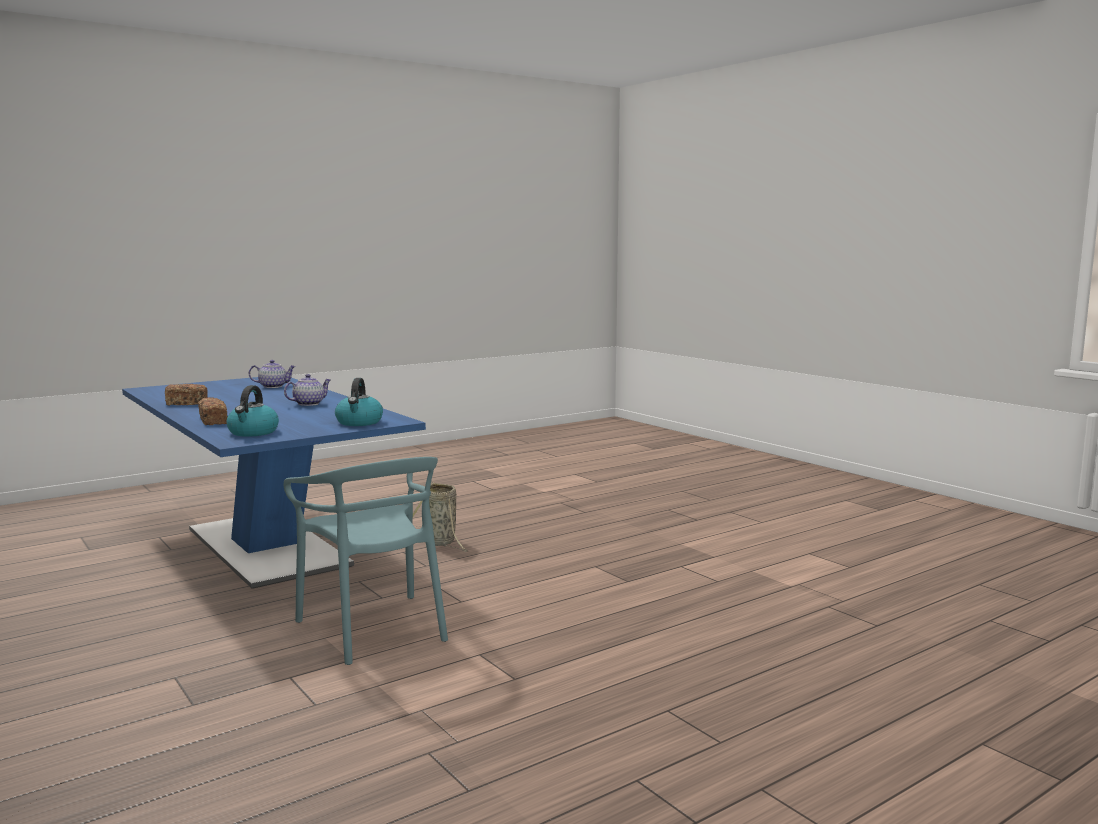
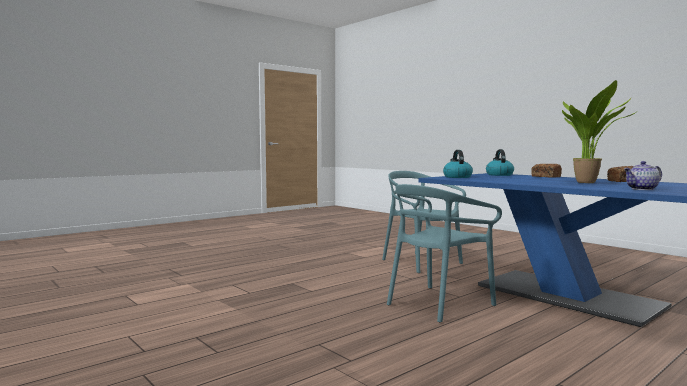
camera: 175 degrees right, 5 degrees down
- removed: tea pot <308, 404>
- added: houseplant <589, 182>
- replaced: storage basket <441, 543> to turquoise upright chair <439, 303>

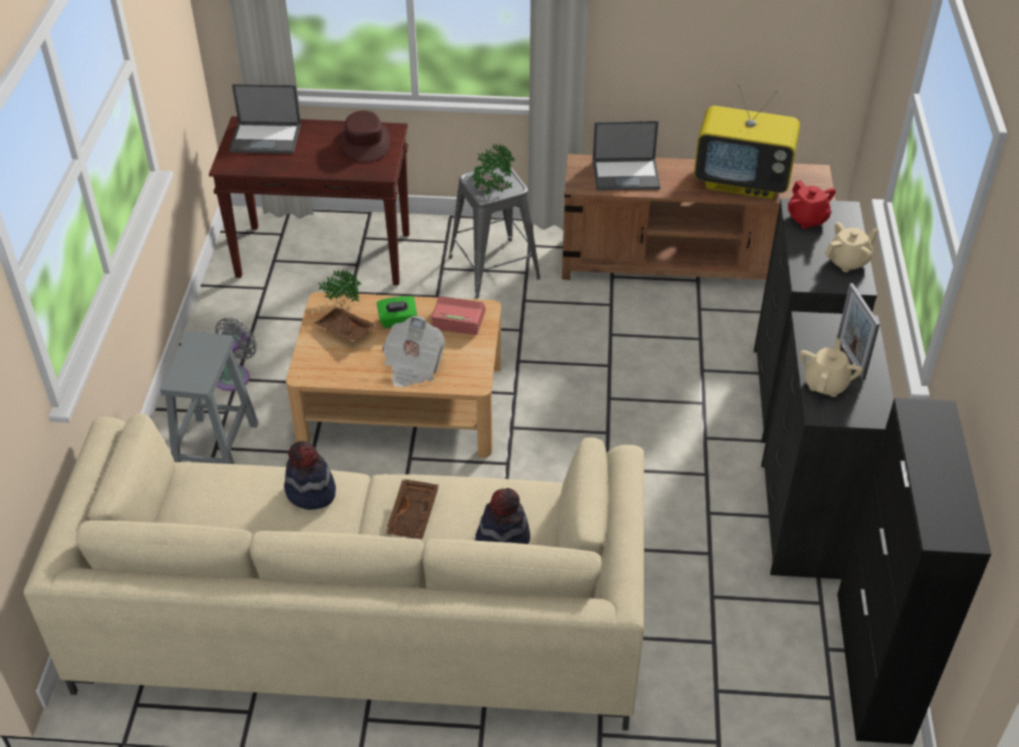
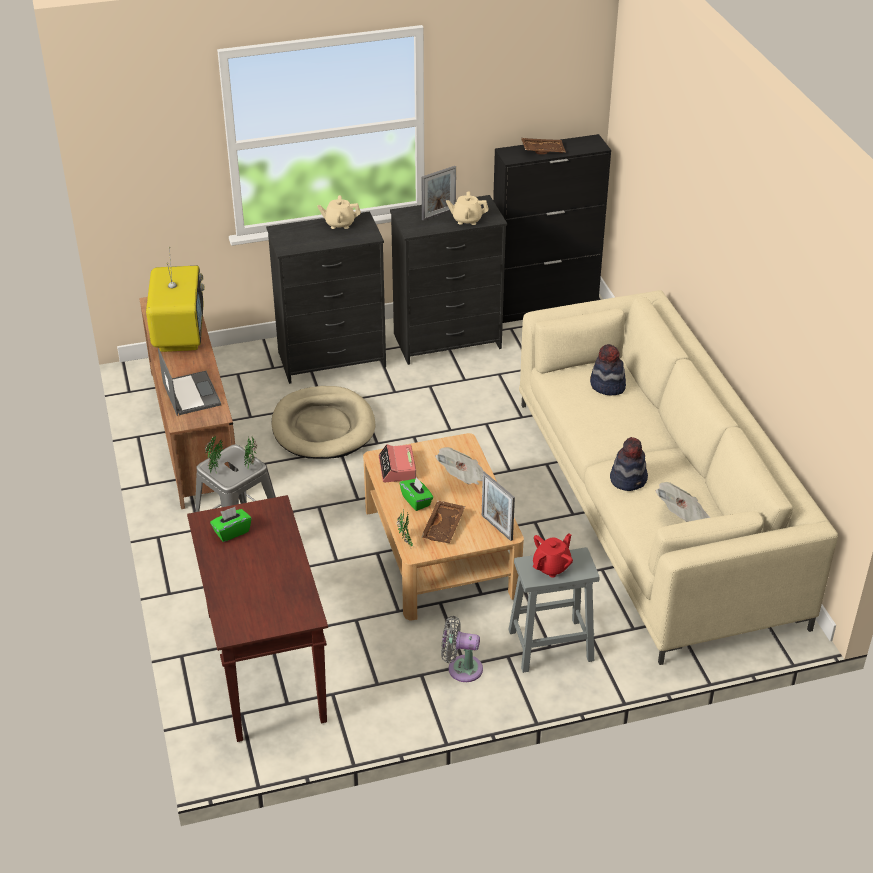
camera: 110 degrees left, 5 degrees down
- removed: portable computer <266, 138>
- added: sand-coloured dog cushion <323, 427>
- added: standing frame <497, 527>
- added: newspaper <682, 515>
- moved: brownish carrying tray <414, 515> to <542, 150>
- moved: red tea pot <807, 219> to <552, 566>
- replaced: brownish clothing hat <364, 142> to green-coloured box of tissues <231, 532>
- turned: sand-coloured tea pot <848, 261> = <339, 223> 45 degrees counterclockwise

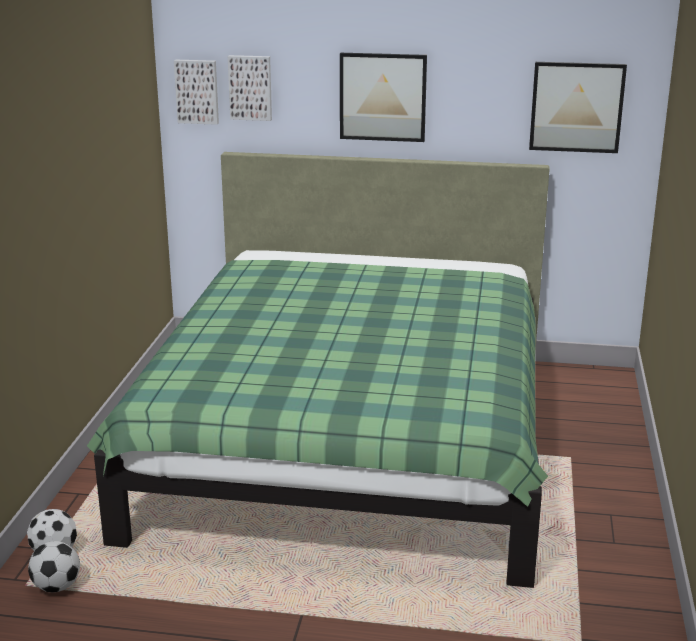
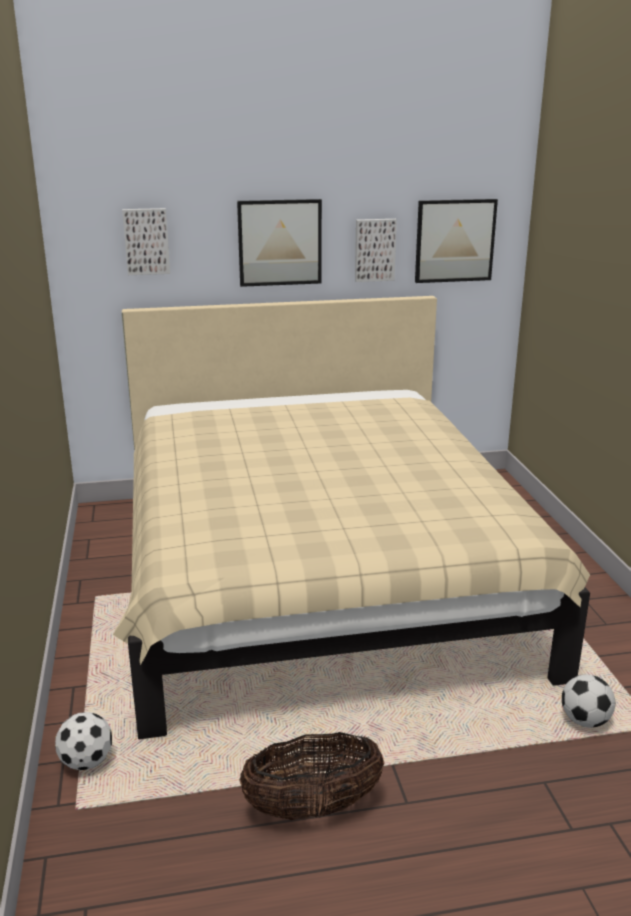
camera: 20 degrees left, 0 degrees up
- added: storage basket <312, 807>
- moved: ball for football <57, 587> to <584, 721>
- moved: picture <197, 91> to <374, 250>
- recoloured: green-coloured bed <349, 442> to sand-coloured bed <316, 577>

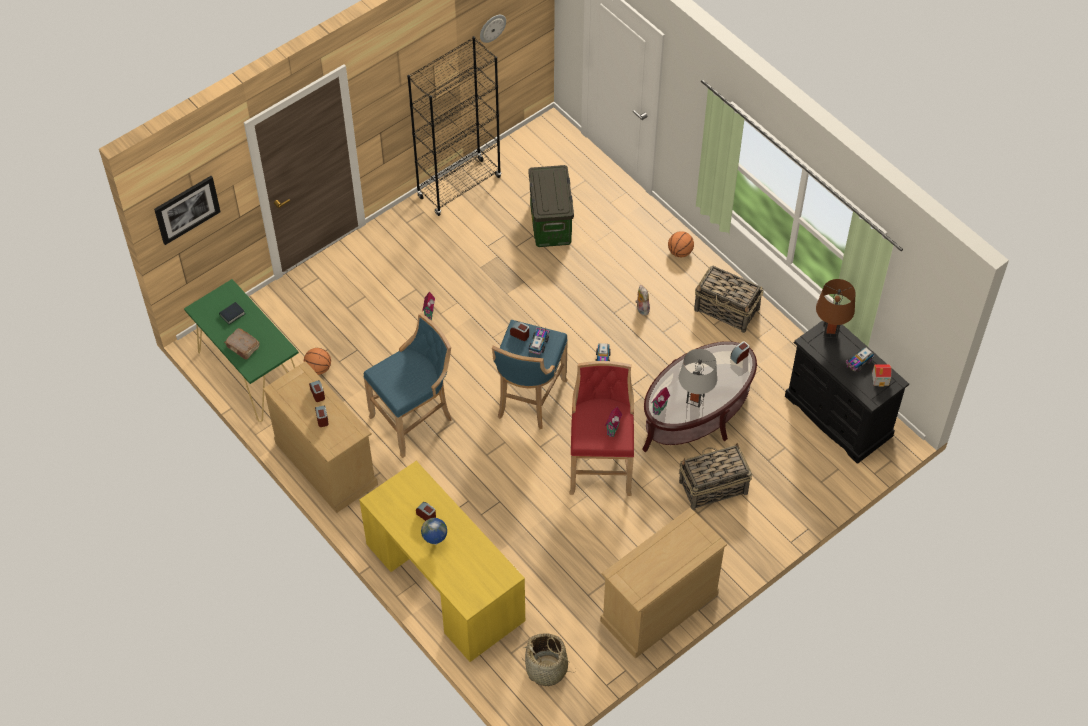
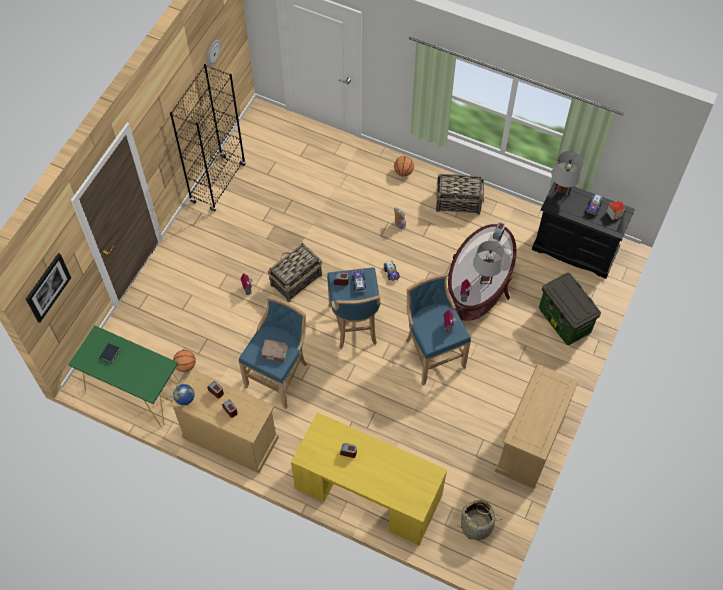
camera: 25 degrees left, 5 degrees up
- moved: brownish book <243, 347> to <275, 353>
- moved: desk globe <435, 543> to <186, 403>
- moved: storage box <551, 225> to <565, 321>
- moved: storage basket <712, 487> to <295, 280>
- recoloured: red stool seat <600, 464> to blue-coloured stool seat <432, 353>
- recoloured: brownish table lamp <830, 331> to grey table lamp <561, 192>

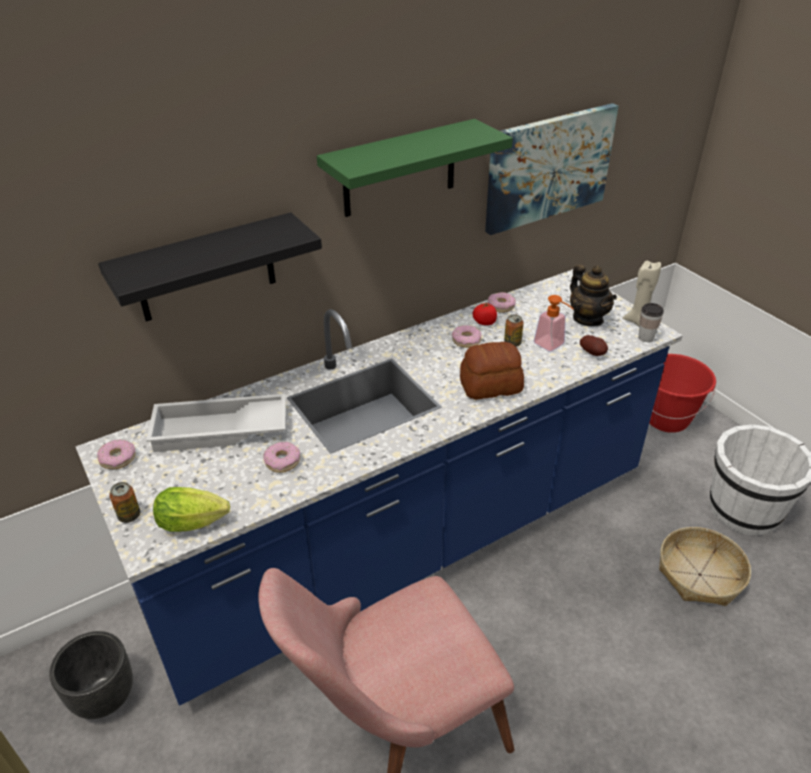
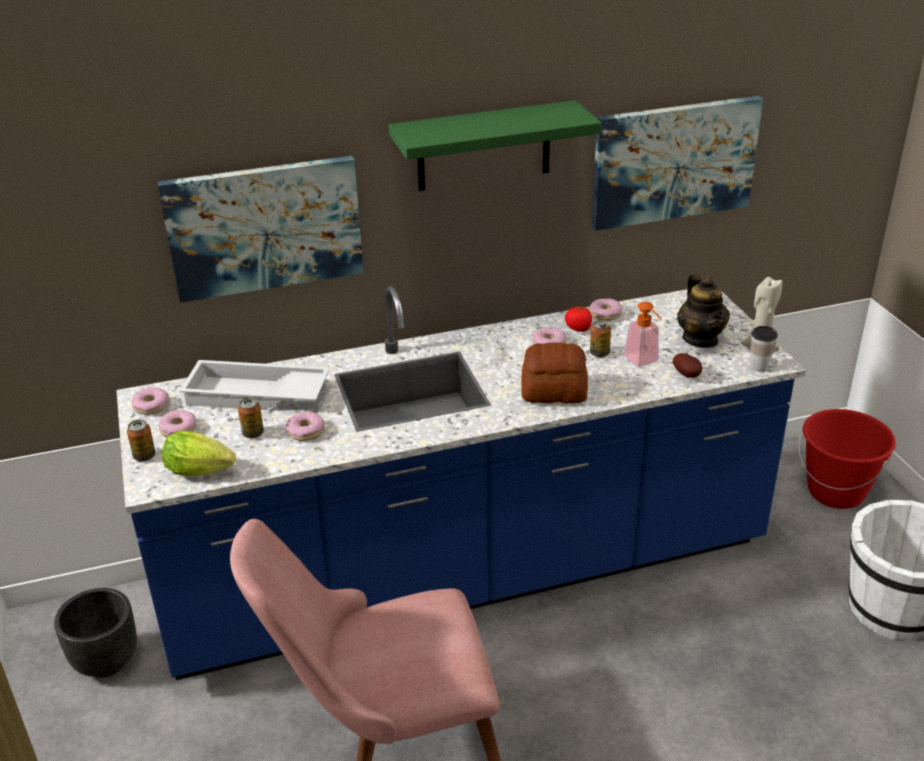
camera: 15 degrees right, 5 degrees down
- removed: storage basket <699, 574>
- added: ring doughnut <178, 429>
- added: can <253, 433>
- replaced: blackish shelf <206, 269> to picture <264, 227>

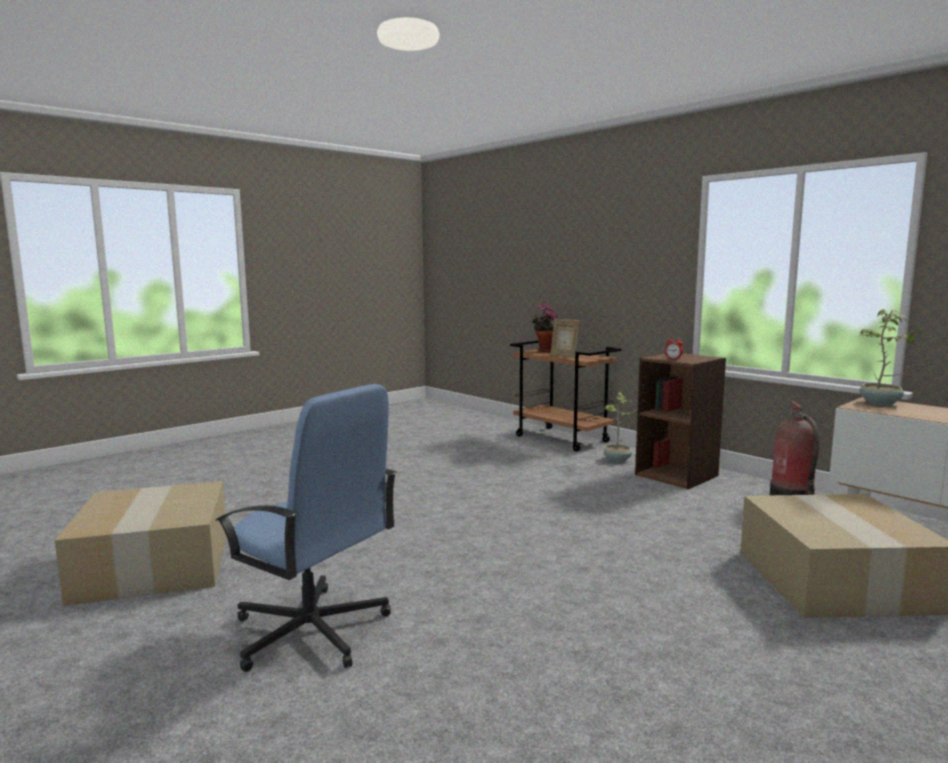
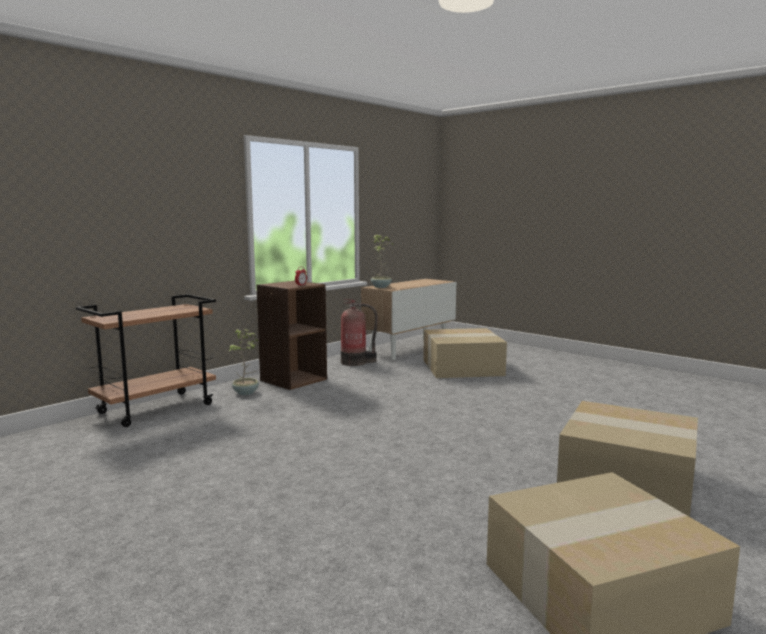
camera: 95 degrees left, 0 degrees up
- removed: houseplant <545, 351>
- removed: standing frame <564, 356>
- replaced: blue-coloured office chair <312, 632> to packing box <629, 478>

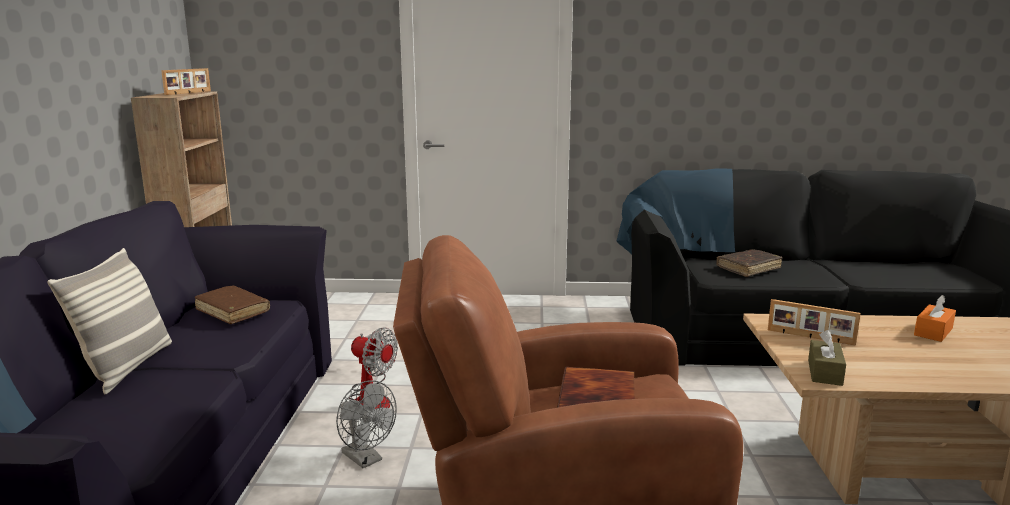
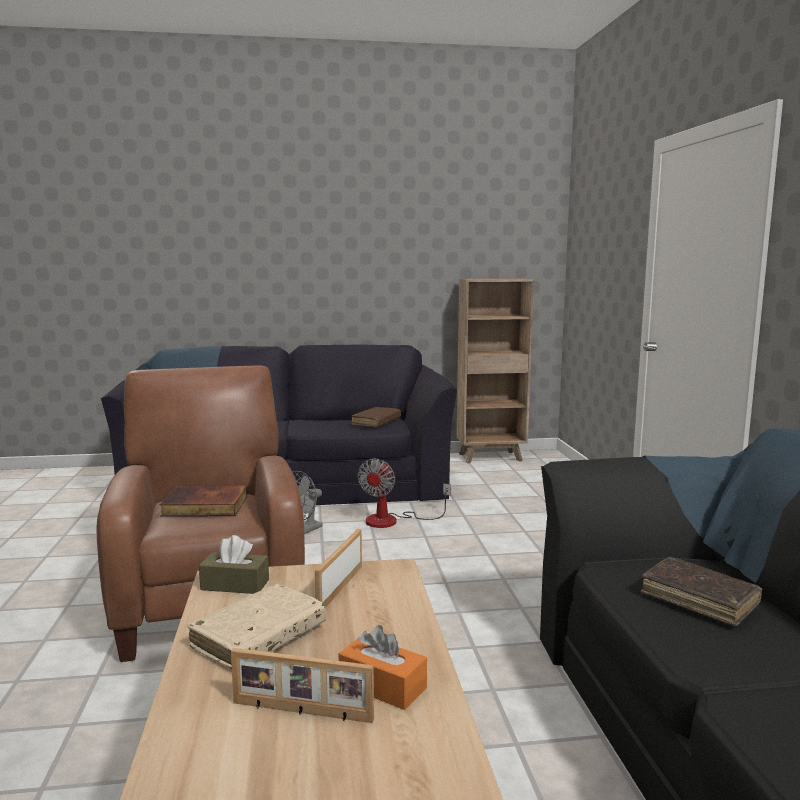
camera: 80 degrees right, 5 degrees down
- removed: throw pillow <127, 367>
- added: sand-coloured book <259, 637>
- moved: standing frame <189, 93> to <301, 712>

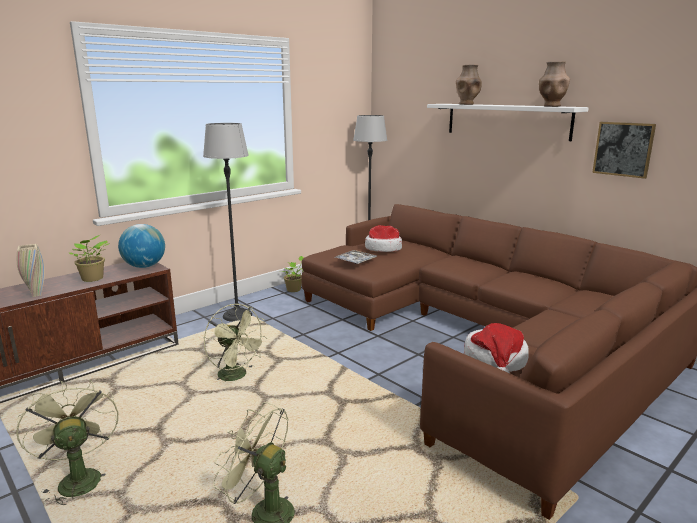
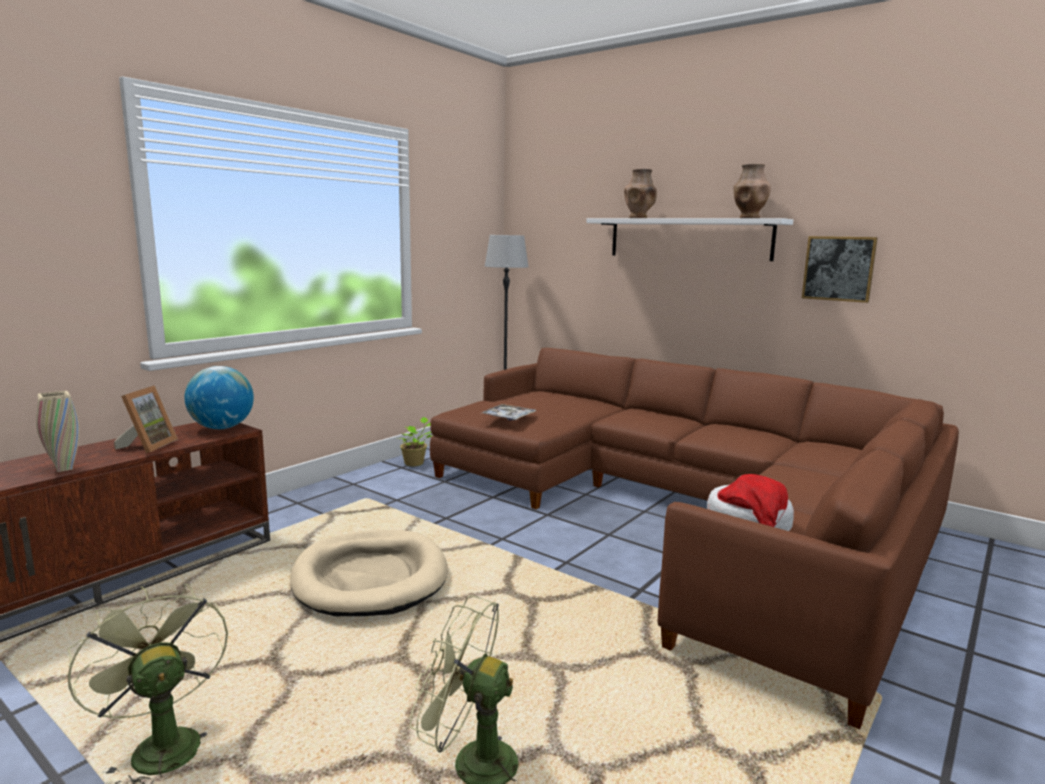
camera: 10 degrees left, 5 degrees down
- removed: standard lamp <237, 315>
- removed: clothing hat <383, 248>
- replaced: houseplant <92, 279> to standing frame <148, 446>
- replaced: green-coloured electric fan <237, 376> to sand-coloured dog cushion <370, 578>

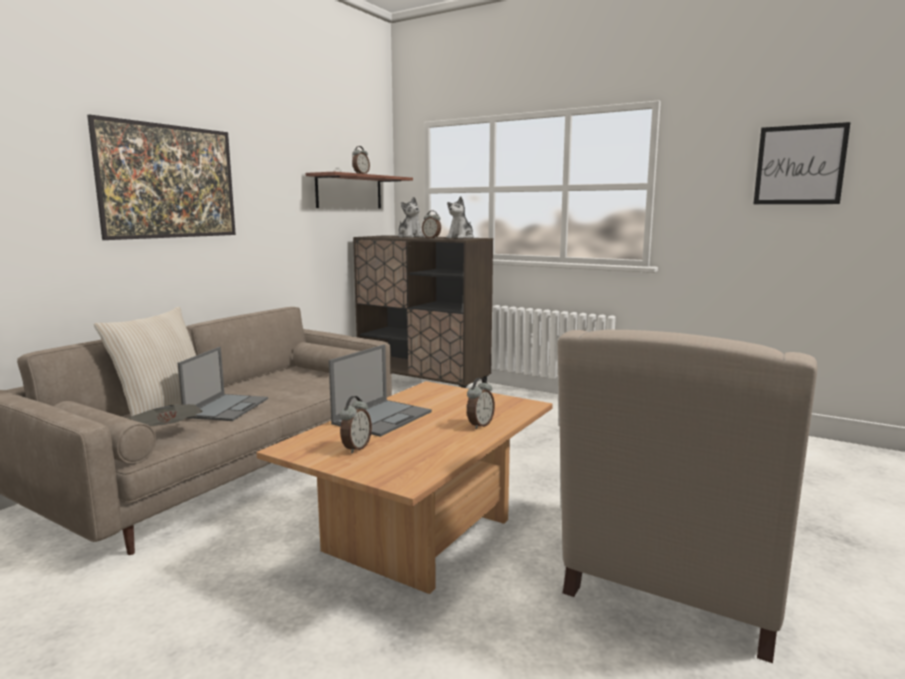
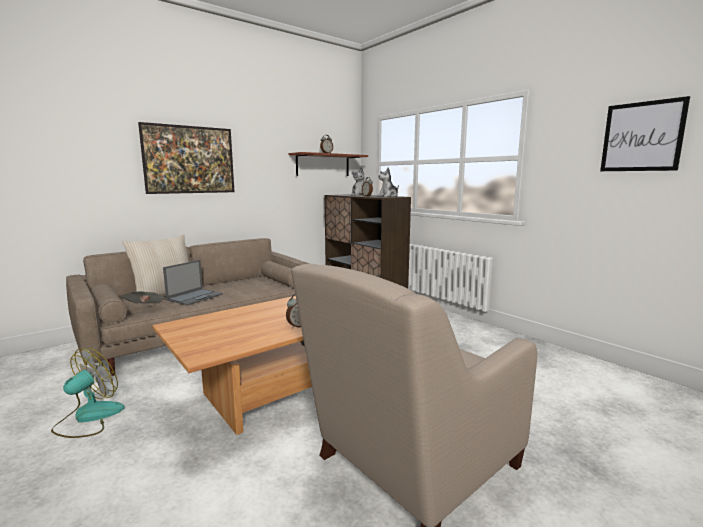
camera: 20 degrees right, 0 degrees up
- removed: portable computer <383, 417>
- removed: alarm clock <355, 448>
- added: electric fan <88, 418>

